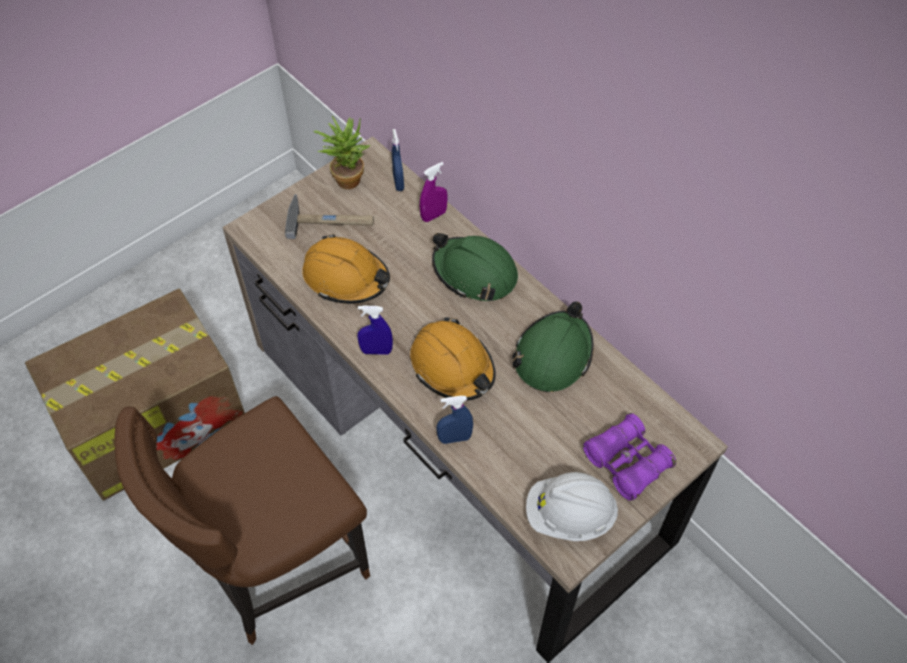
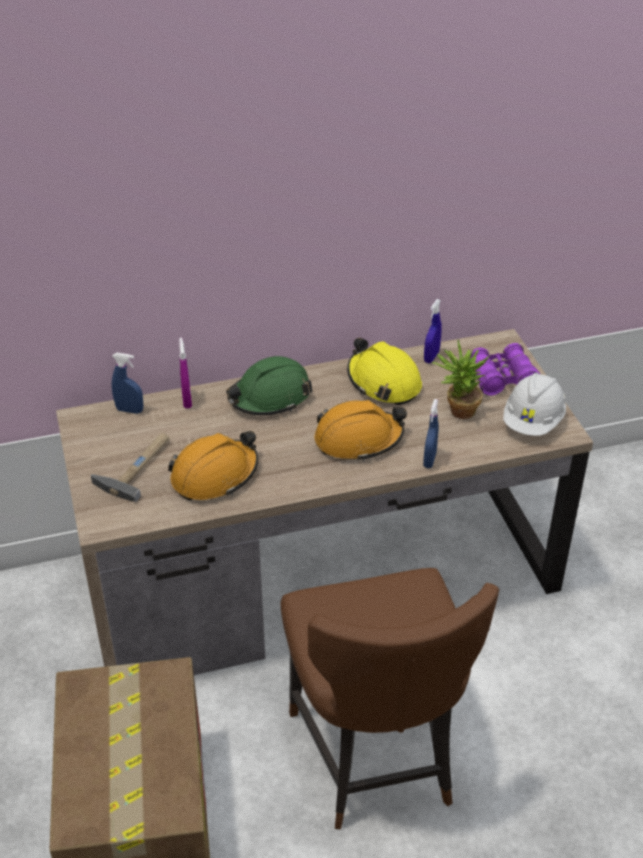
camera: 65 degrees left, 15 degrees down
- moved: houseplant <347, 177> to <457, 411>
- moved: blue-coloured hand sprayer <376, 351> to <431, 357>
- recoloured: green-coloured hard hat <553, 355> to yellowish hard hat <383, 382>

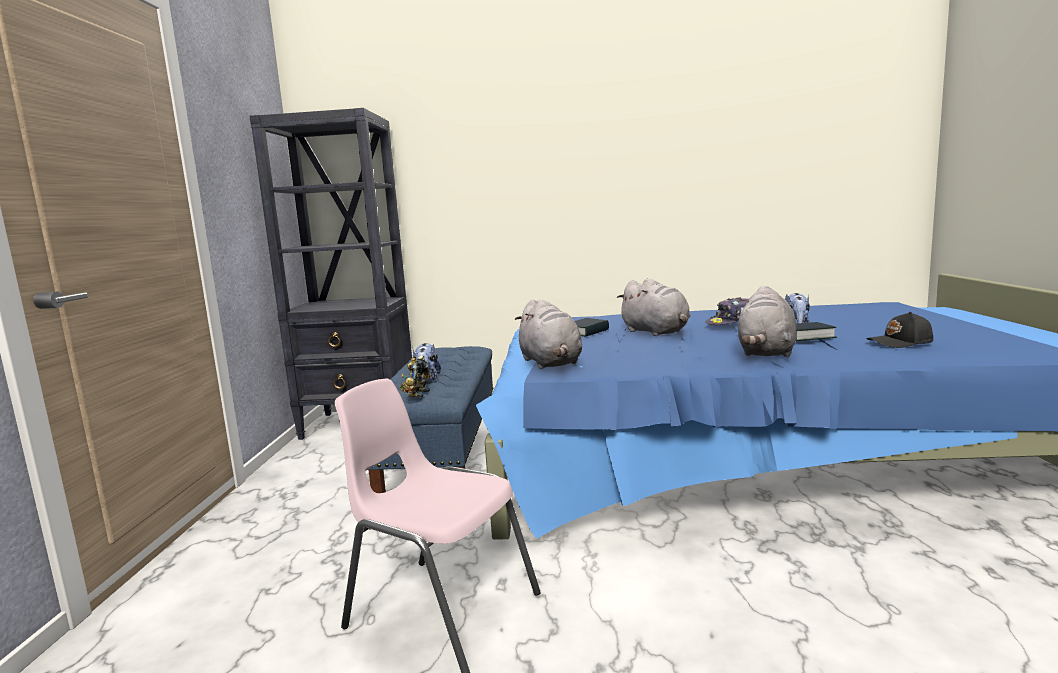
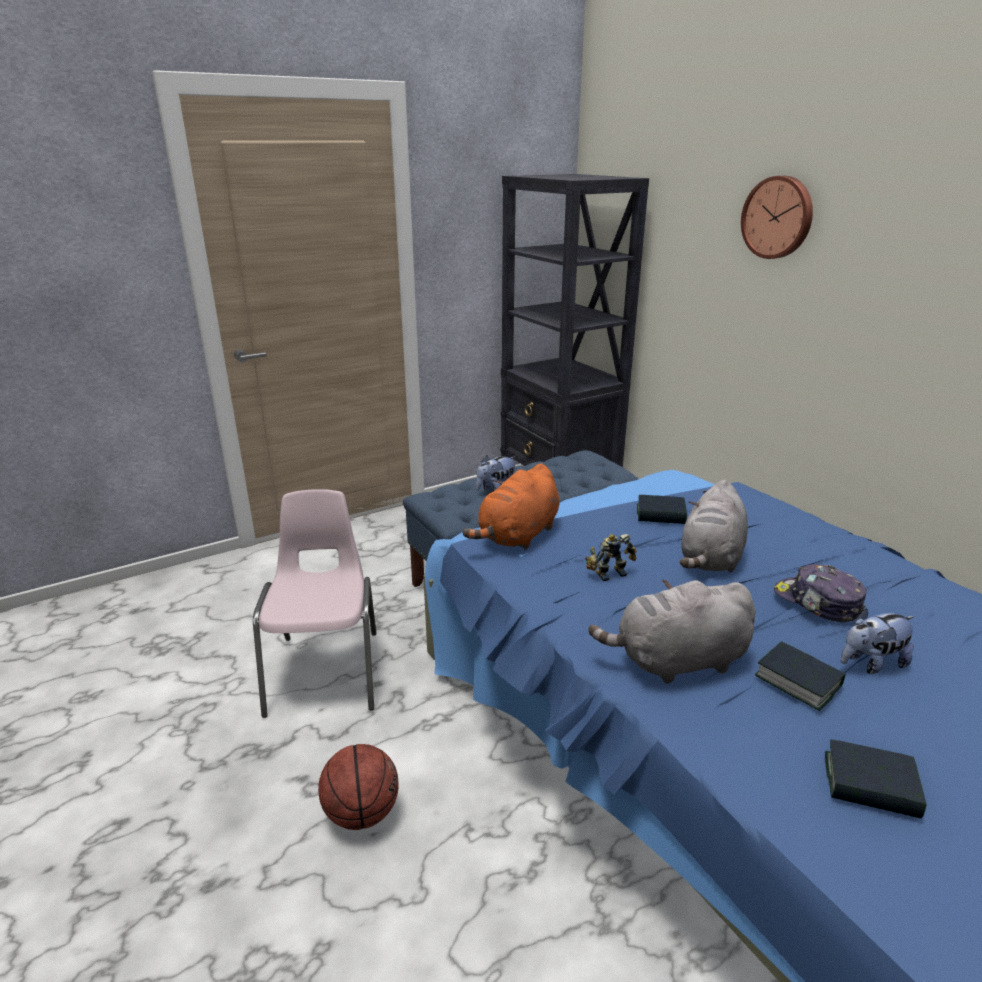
camera: 55 degrees right, 15 degrees up
- added: ball for basketball <362, 812>
- added: wall clock <778, 217>
- moved: toy robot <416, 394> to <609, 572>
- replaced: blackish peaked cap <900, 343> to book <870, 786>
- recoloured: grey plush toy <550, 363> to orange-coloured plush toy <518, 536>

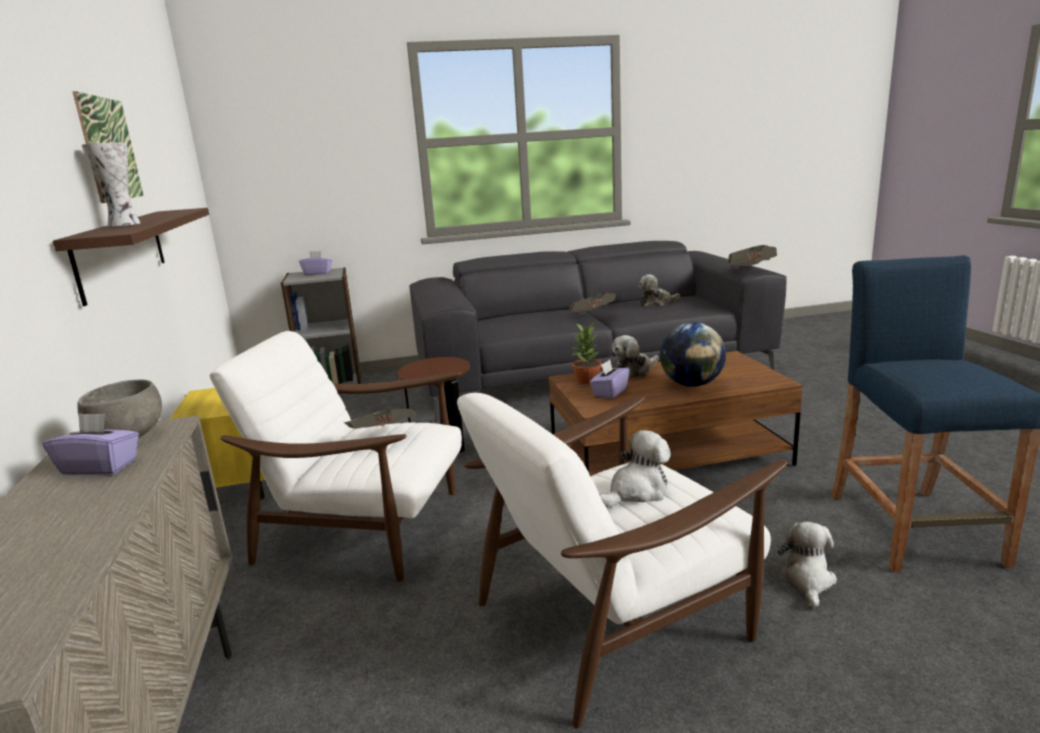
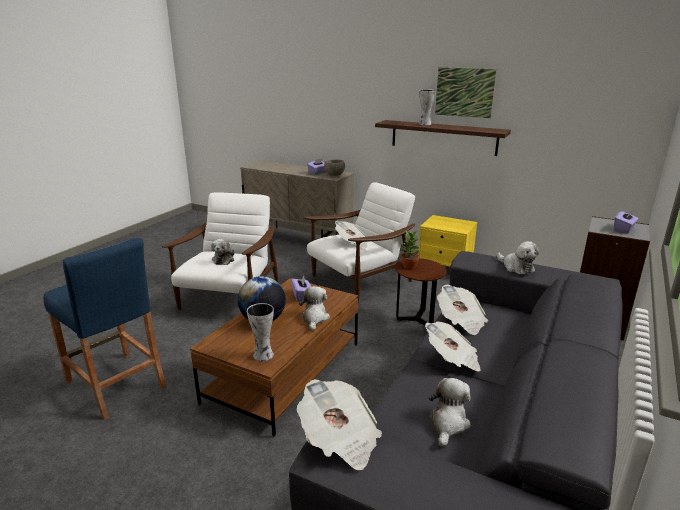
camera: 130 degrees right, 5 degrees up
- added: flower vase <263, 356>
- added: newspaper <461, 321>
- moved: houseplant <587, 380> to <409, 265>
- moved: plush toy <807, 580> to <516, 267>

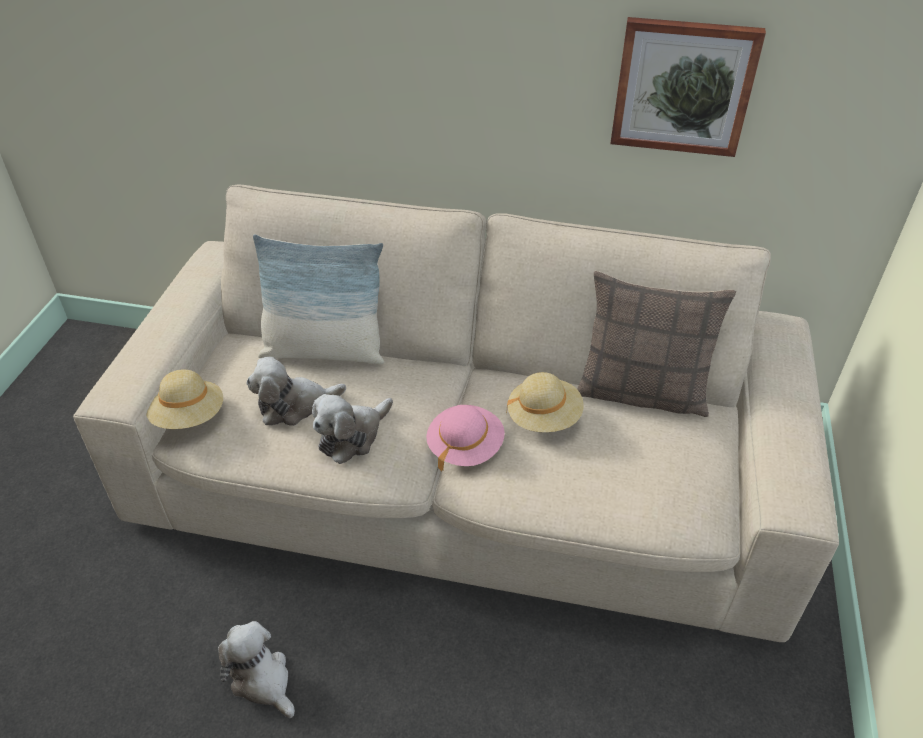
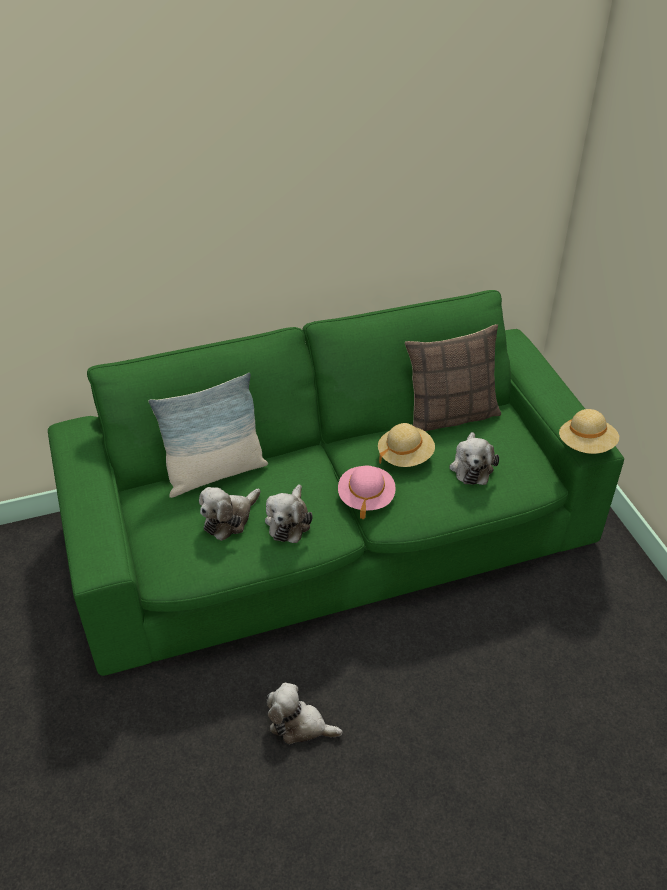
camera: 30 degrees left, 0 degrees up
- removed: picture <683, 86>
- added: plush toy <471, 466>
- moved: sand-coloured clothing hat <189, 417> to <586, 445>
- recoloured: sand-coloured couch <461, 479> to green-coloured couch <332, 533>

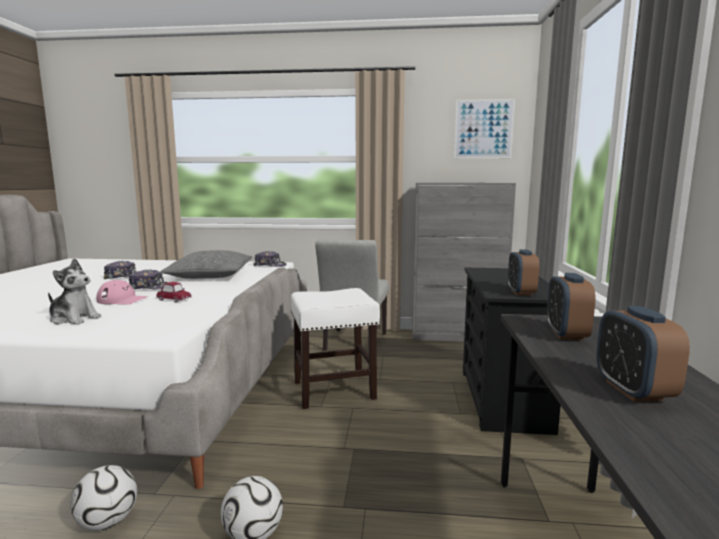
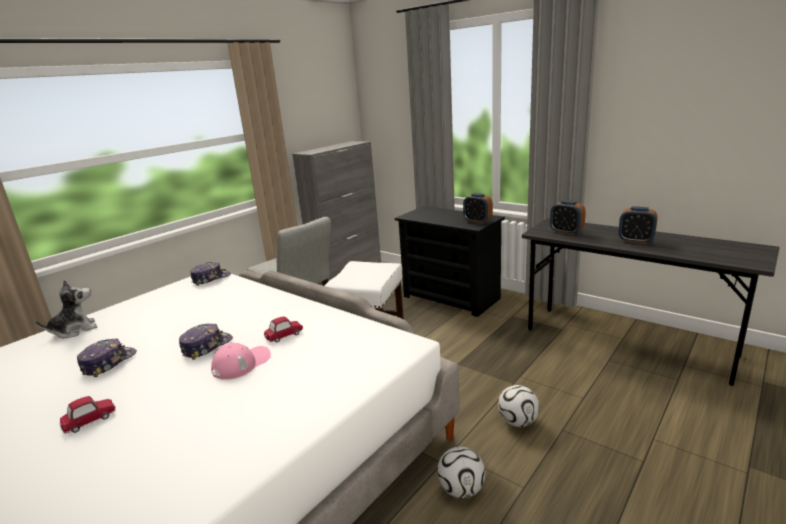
camera: 55 degrees left, 10 degrees up
- removed: grey throw pillow <210, 275>
- removed: picture <483, 129>
- added: toy car <89, 420>
- moved: plush toy <74, 319> to <75, 330>

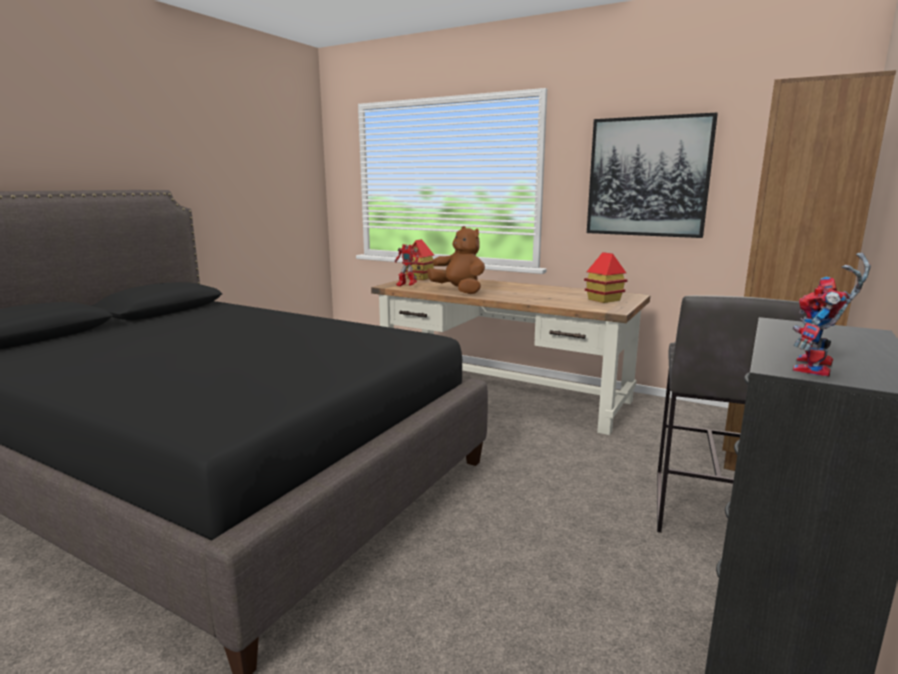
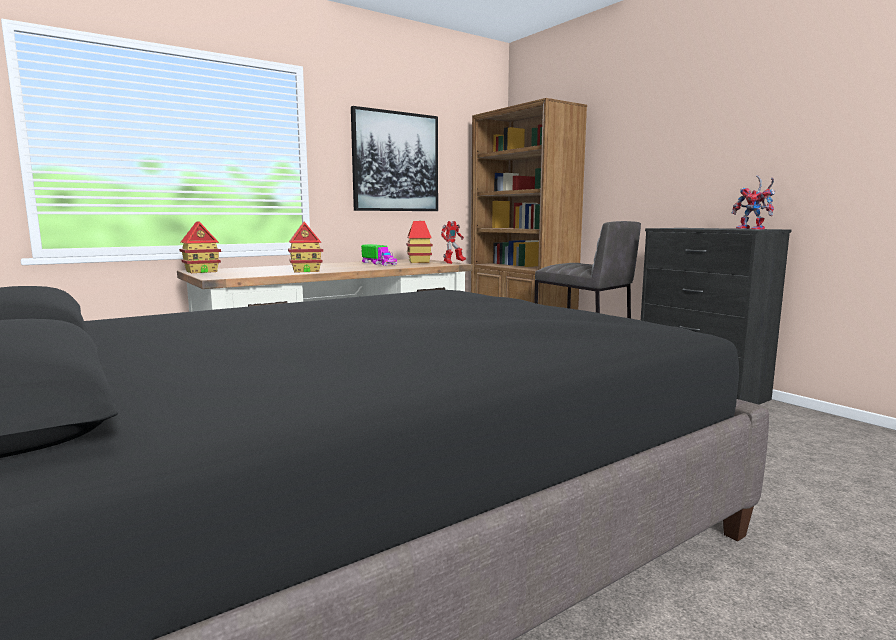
camera: 65 degrees left, 5 degrees down
- added: toy truck <378, 264>
- moved: toy robot <406, 286> to <453, 263>
- replaced: brownish plush toy <459, 291> to toy house <306, 271>

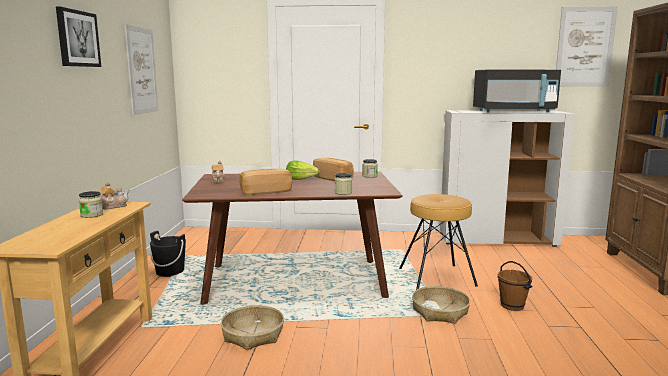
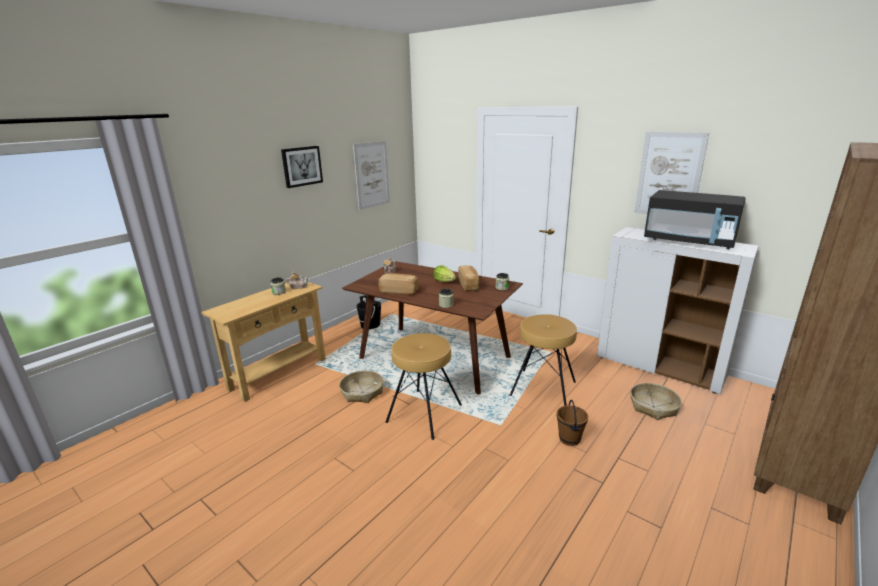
camera: 35 degrees right, 10 degrees up
- added: brownish stool seat <424, 413>
- moved: storage basket <439, 312> to <653, 406>
- moved: picture <585, 47> to <669, 175>

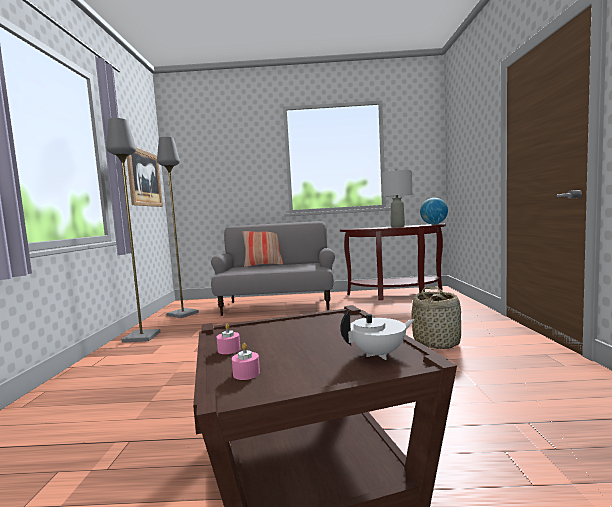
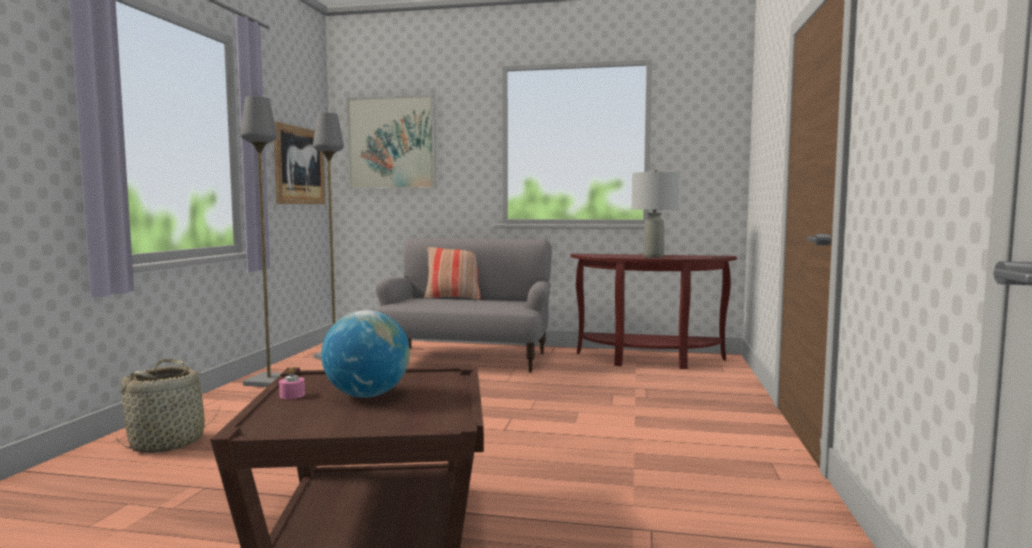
camera: 10 degrees right, 0 degrees up
- removed: pink-coloured candle <246, 373>
- removed: white tea pot <379, 354>
- added: picture <392, 143>
- moved: storage basket <437, 342> to <168, 442>
- moved: desk globe <434, 224> to <367, 395>

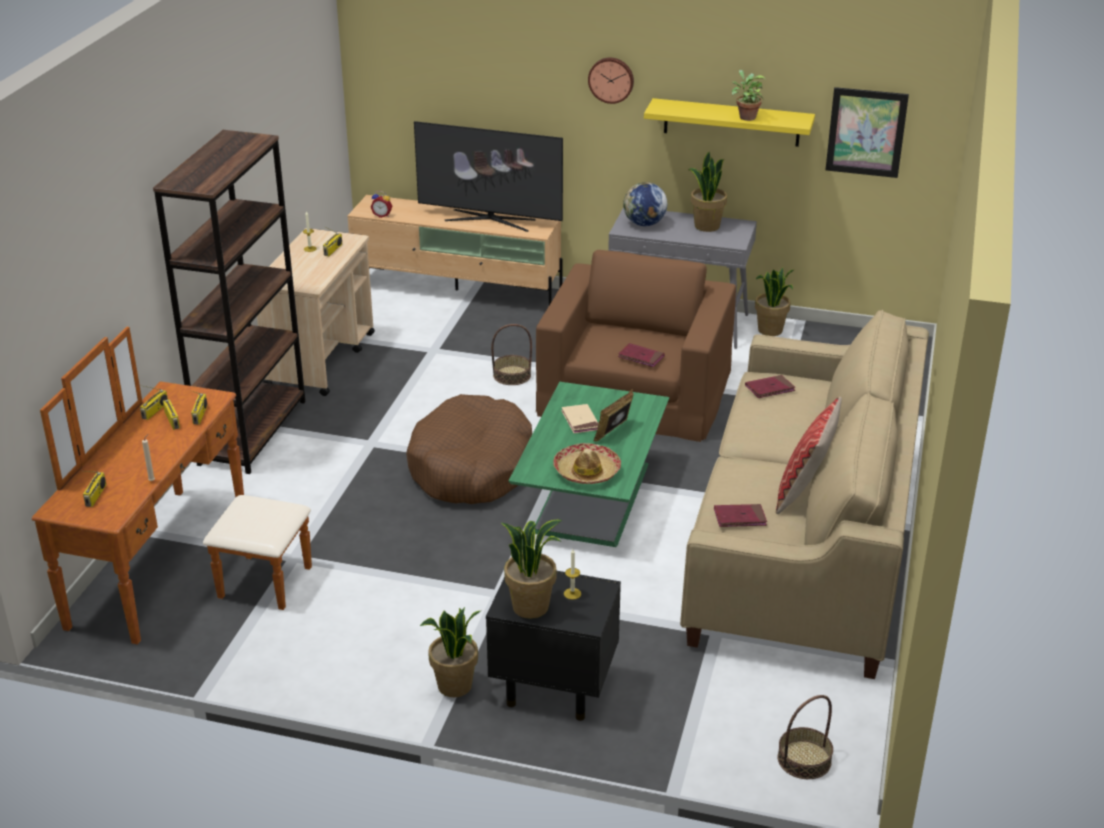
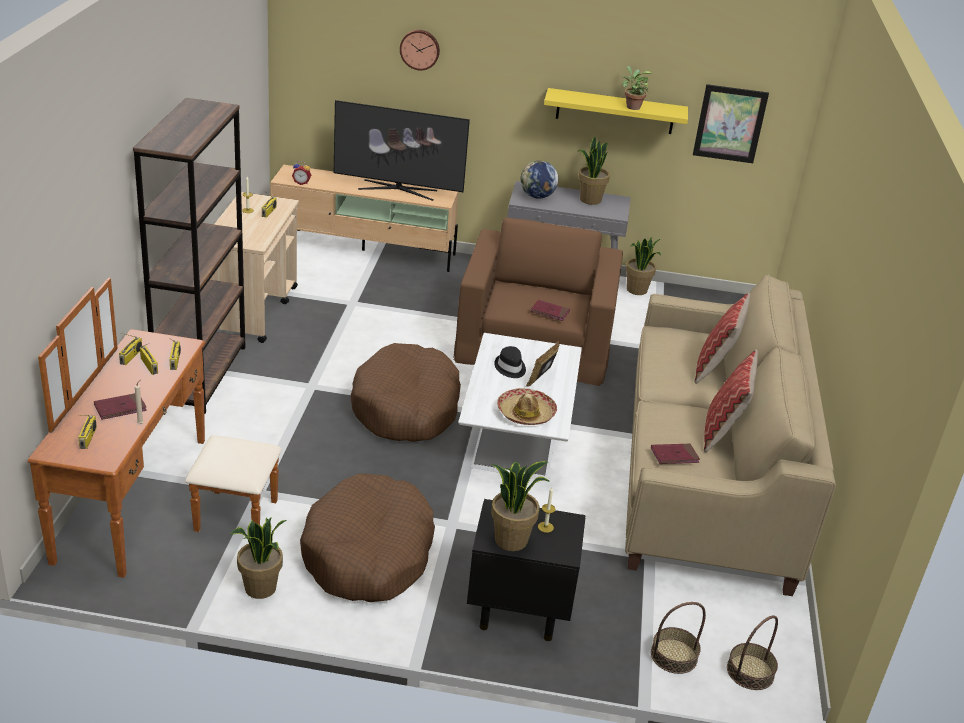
camera: 10 degrees left, 0 degrees up
- added: brownish dog cushion <368, 554>
- added: throw pillow <714, 368>
- moved: houseplant <455, 686> to <260, 588>
- moved: storage basket <512, 375> to <674, 656>
- moved: wall clock <611, 79> to <420, 49>
- moved: red book <769, 389> to <120, 408>
- replaced: sand-coloured book <580, 421> to blackish clothing hat <510, 368>
- recoloured: green-coloured lounge table <591, 499> to white lounge table <517, 436>

